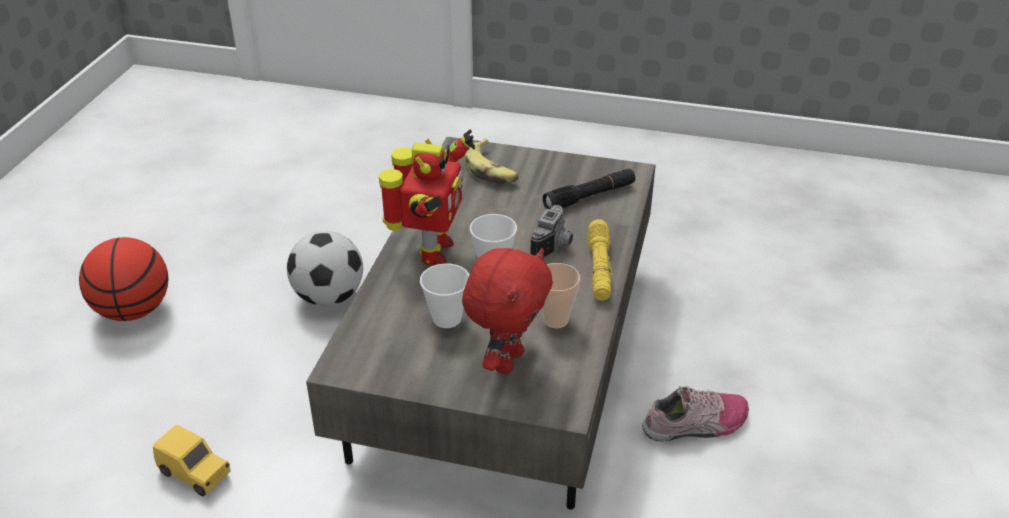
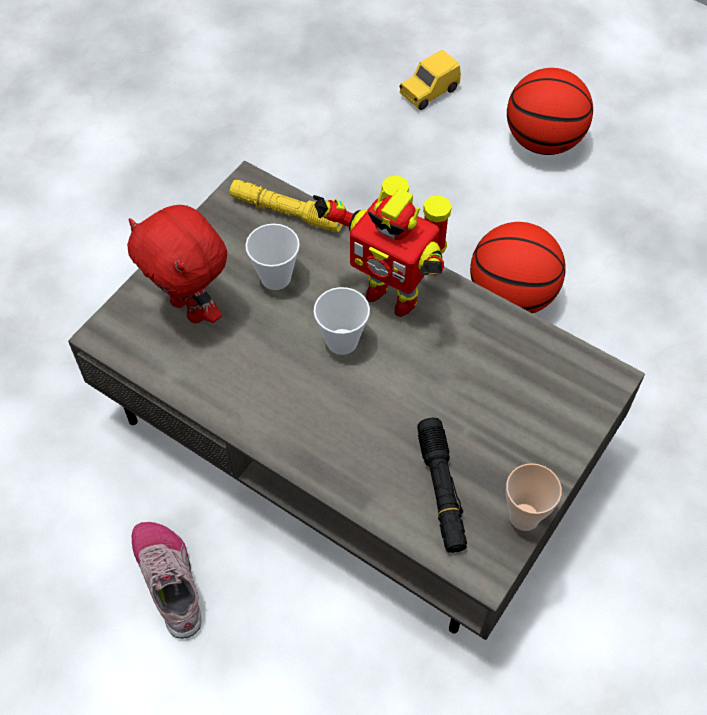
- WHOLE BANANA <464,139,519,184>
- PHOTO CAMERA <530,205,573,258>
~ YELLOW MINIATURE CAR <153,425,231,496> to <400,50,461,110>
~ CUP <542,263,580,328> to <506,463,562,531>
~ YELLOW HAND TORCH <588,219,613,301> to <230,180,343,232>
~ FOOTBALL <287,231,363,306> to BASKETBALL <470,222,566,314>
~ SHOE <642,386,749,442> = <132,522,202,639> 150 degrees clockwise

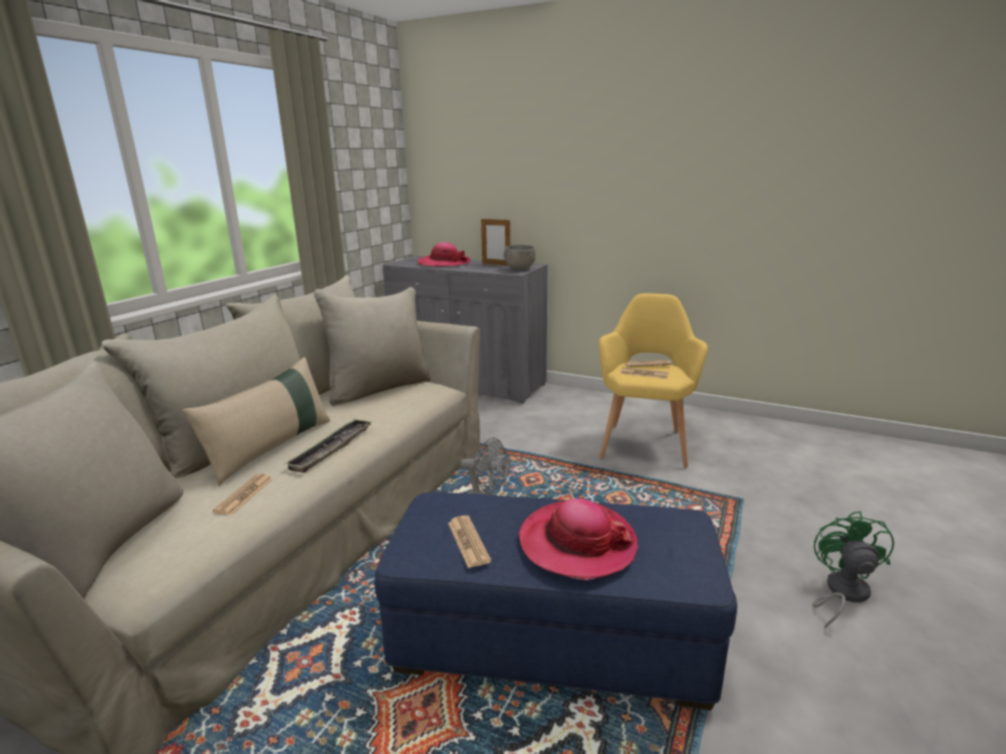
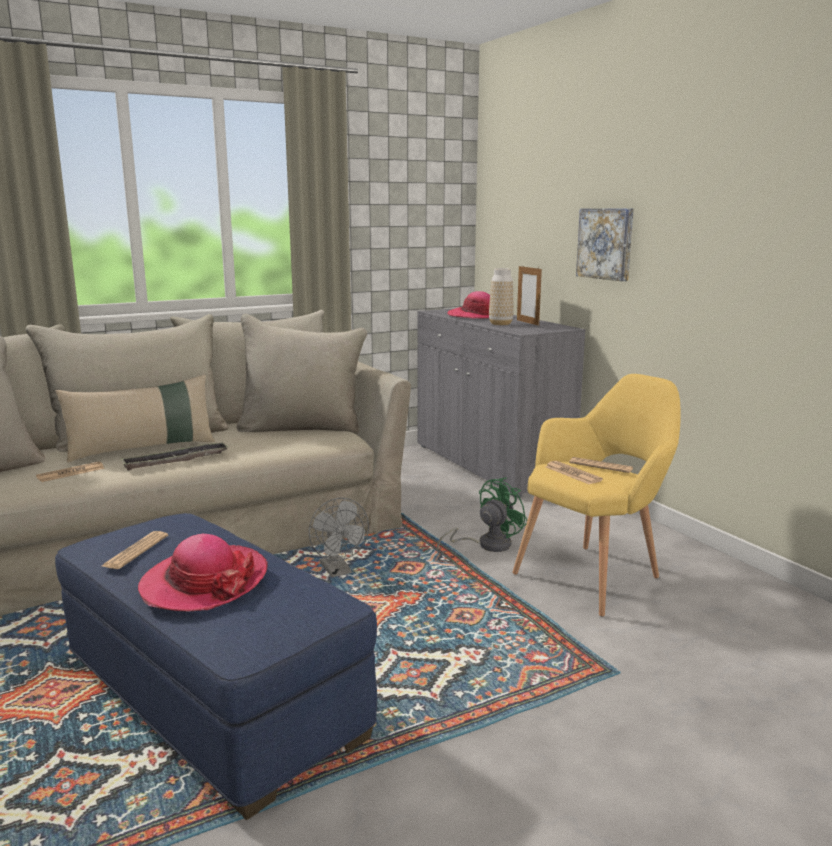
- GRAY BOWL <504,245,536,270>
+ FLOWER VASE <489,268,514,325>
+ WALL PICTURE <576,208,634,281>
~ GREEN FAN <812,511,894,628> to <437,477,527,552>

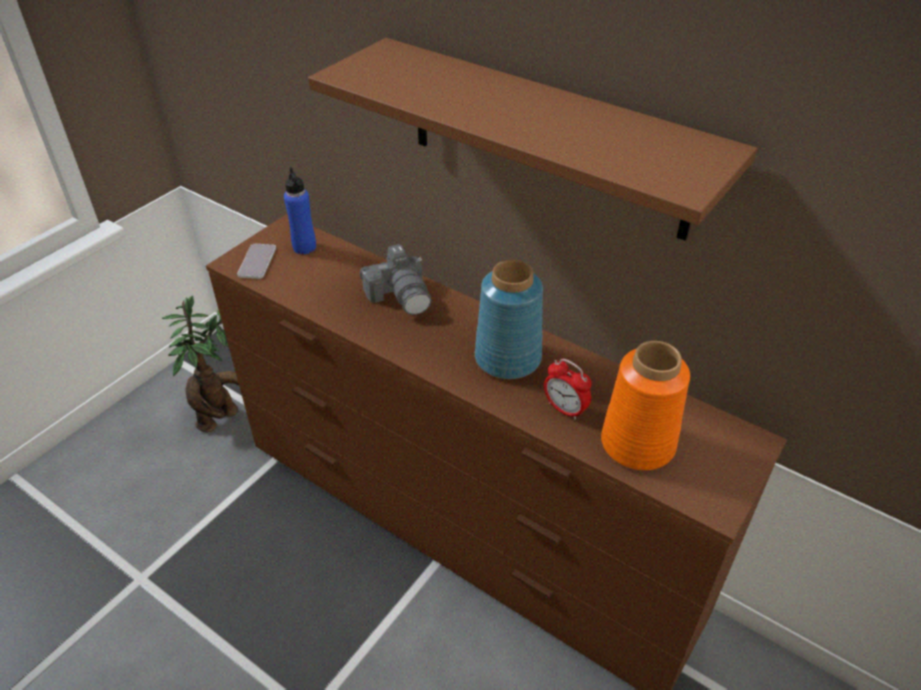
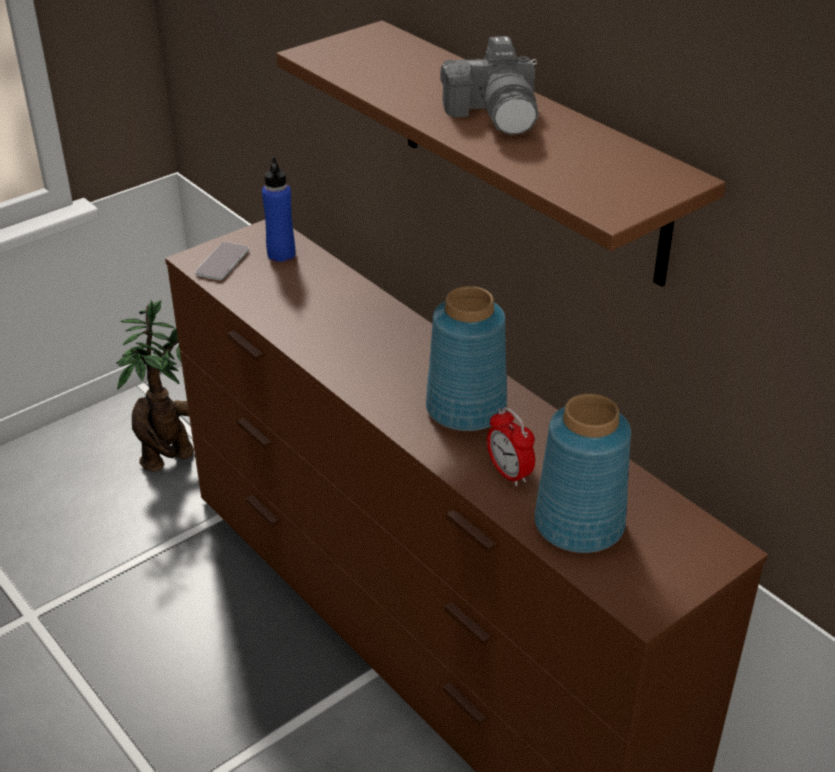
~ PHOTO CAMERA <360,244,432,315> to <440,36,539,135>
~ ORANGEY FLOWER VASE <601,341,690,470> to BLUISH FLOWER VASE <534,393,631,553>

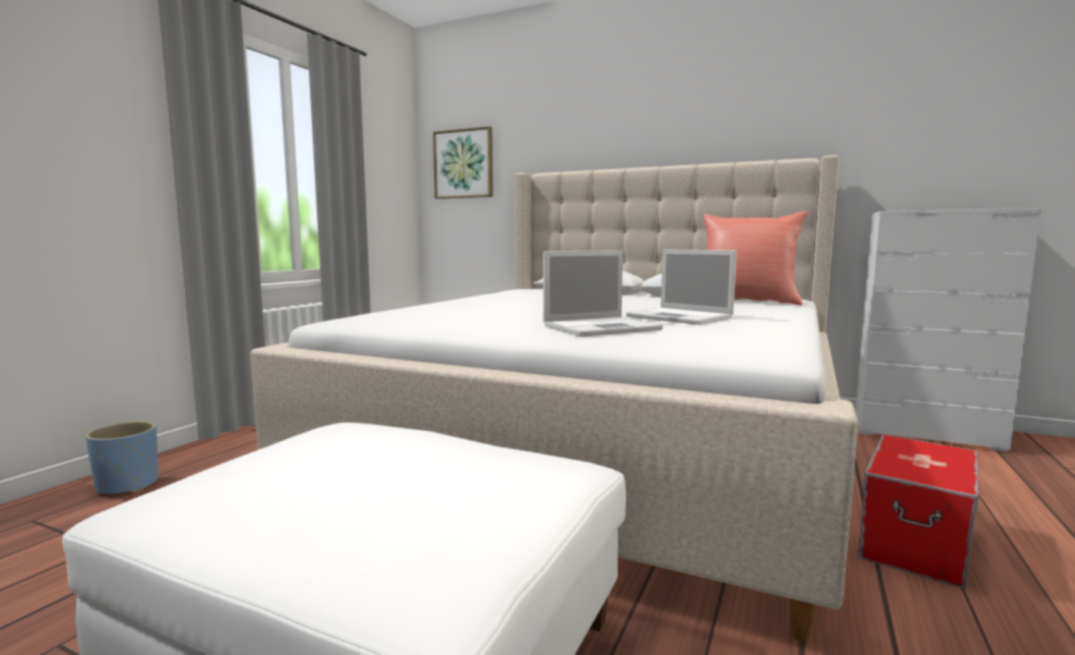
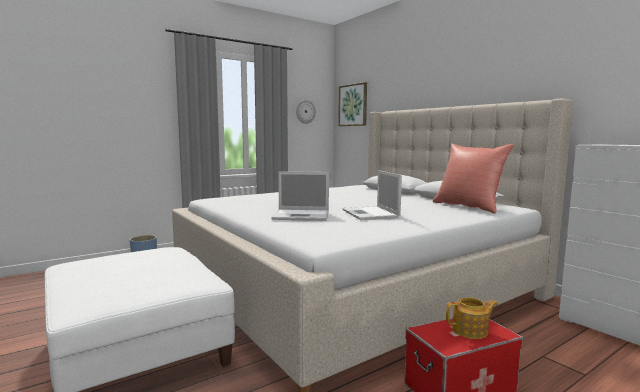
+ CLOCK ON THE WALL <296,100,316,124>
+ TEA POT <446,297,498,339>

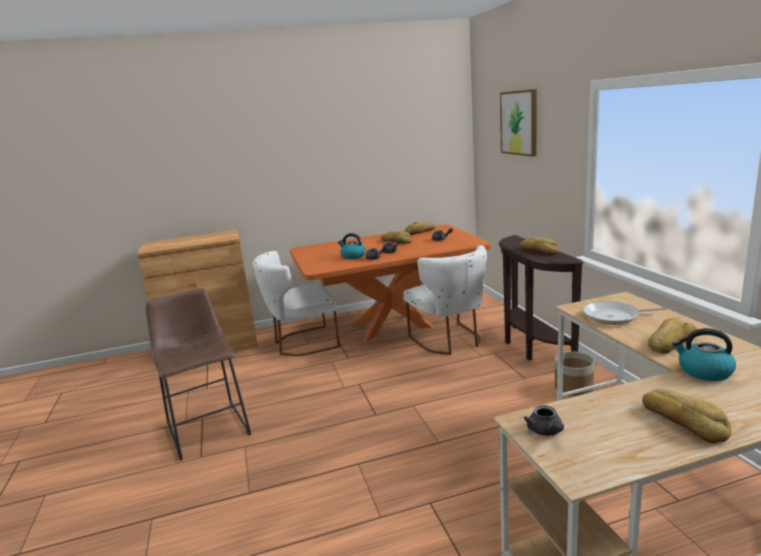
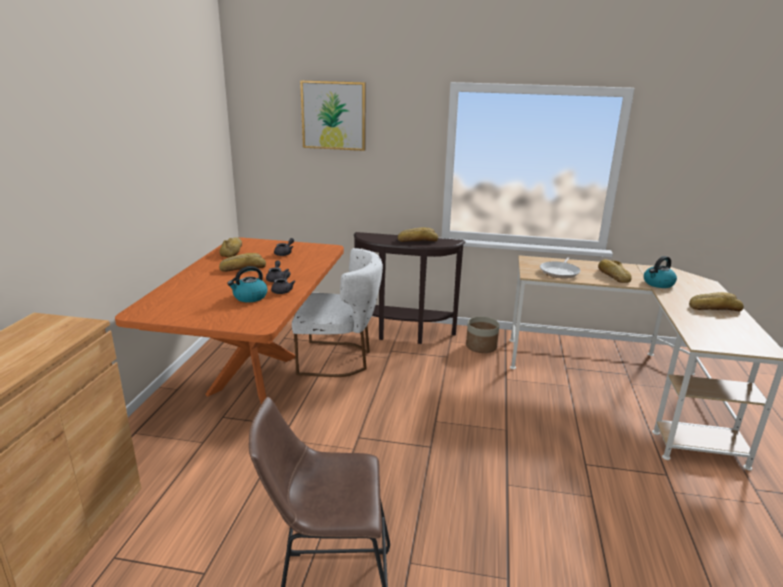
- WHITE-COLOURED PLAIN CHAIR <252,251,340,356>
- GRAY TEA POT <524,405,564,436>

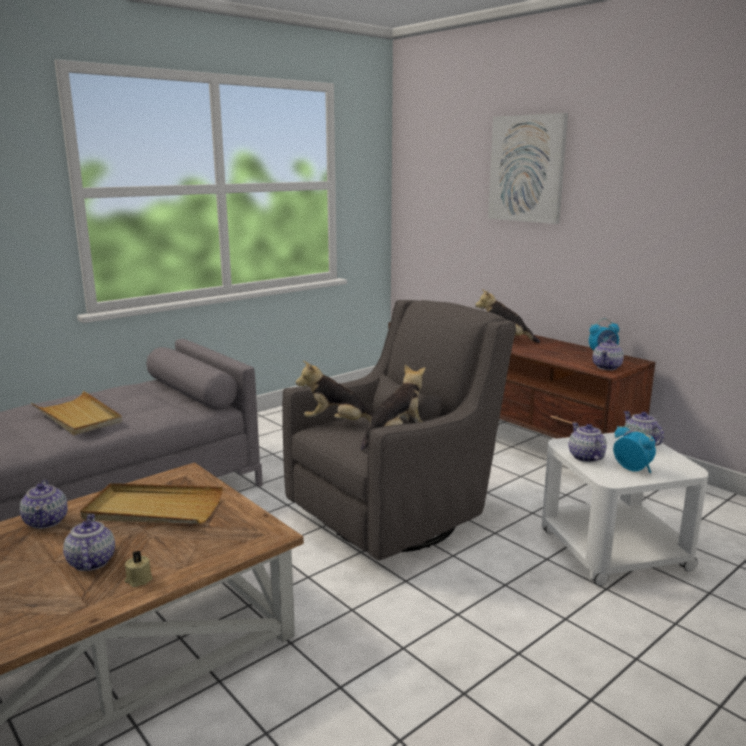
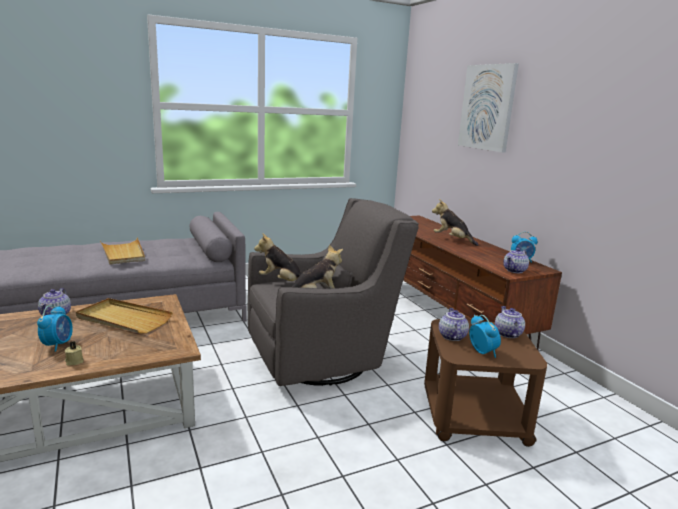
~ TEA POT <63,514,115,571> to TABLE CLOCK <37,305,73,351>
~ WHITE-COLOURED ACCENT TABLE <542,432,708,586> to BROWN-COLOURED ACCENT TABLE <424,319,547,447>

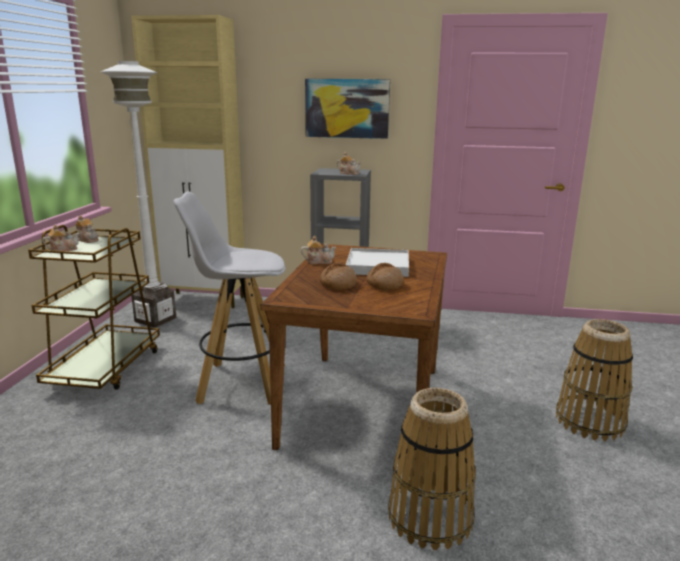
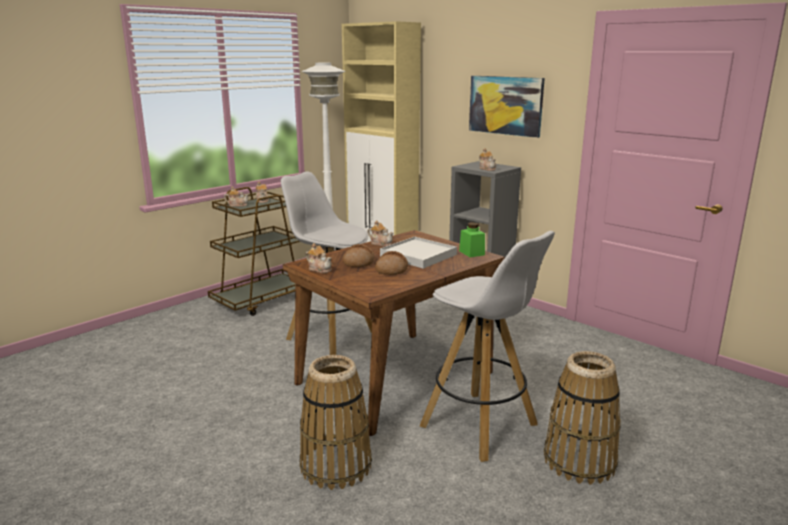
+ TEA POT <305,243,332,273>
+ WHITE-COLOURED STOOL SEAT <420,231,555,462>
+ GREEN JAR <459,222,485,257>

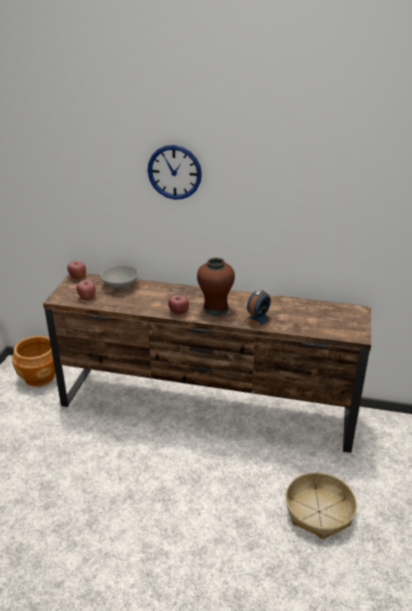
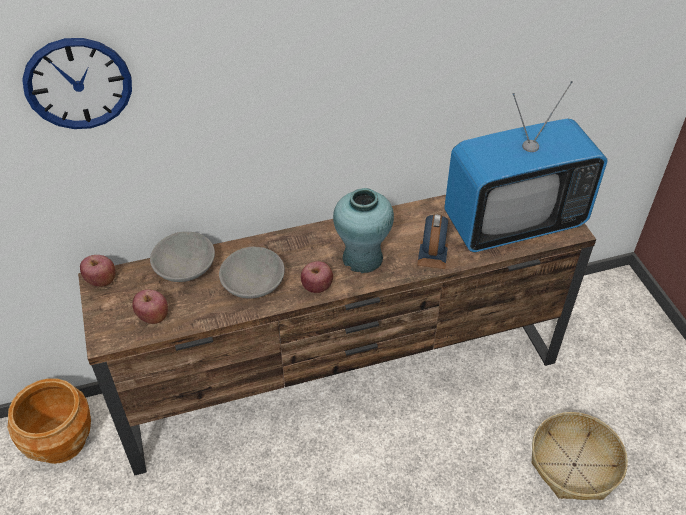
+ GRAY BOWL <219,246,285,299>
+ TV SET <444,81,608,252>
~ CLOCK ON THE WALL <148,145,202,200> to <22,38,132,129>
~ BROWN-COLOURED FLOWER VASE <197,258,235,316> to TURQUOISE-COLOURED FLOWER VASE <333,188,394,273>

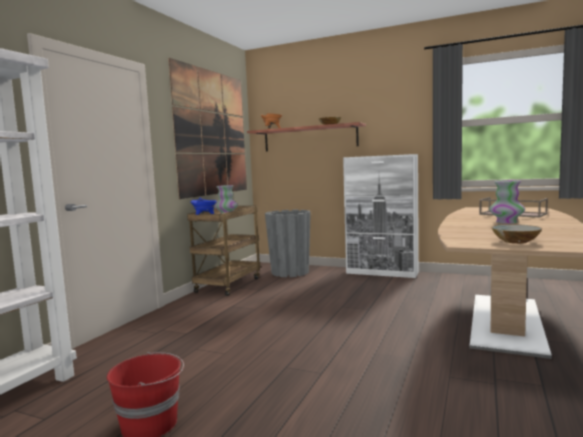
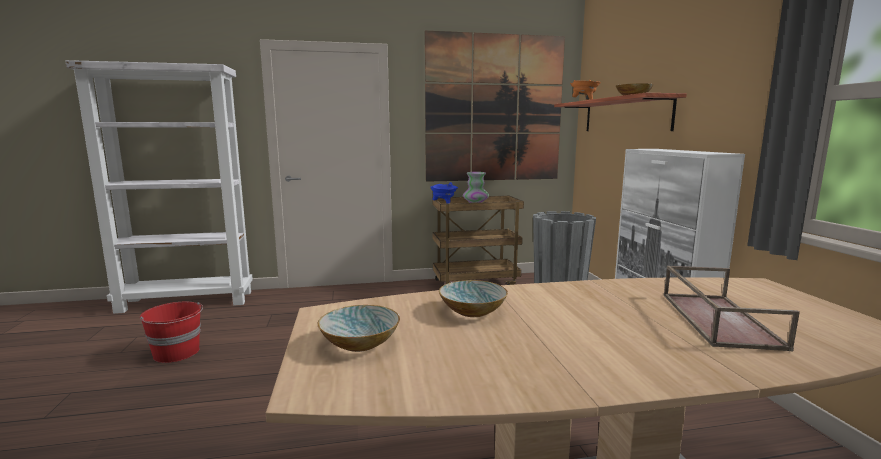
- FLOWER VASE <489,180,525,224>
+ BOWL <439,280,508,317>

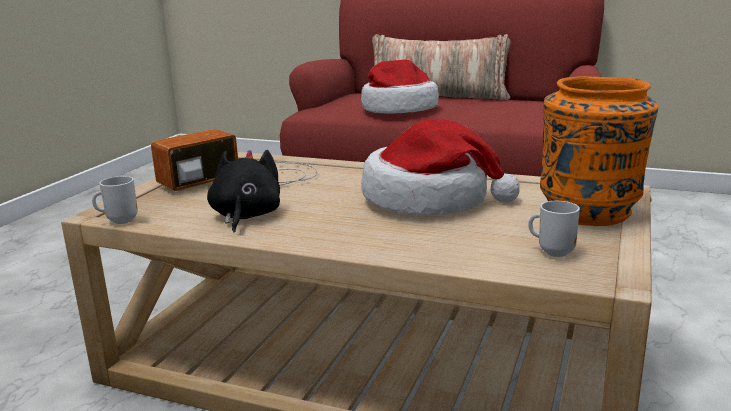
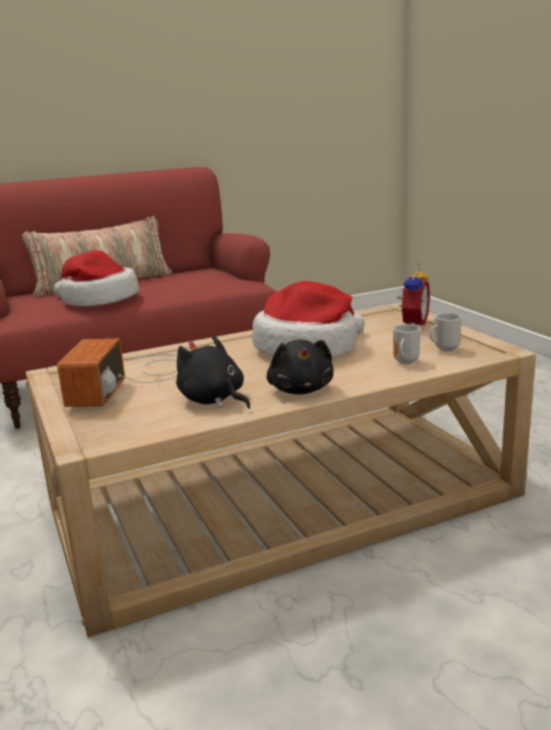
+ BLACK-COLOURED PLUSH TOY <266,339,333,395>
~ MUG <92,176,138,224> to <393,324,421,364>
~ ORANGEY FLOWER VASE <540,76,659,226> to TABLE CLOCK <398,264,430,325>

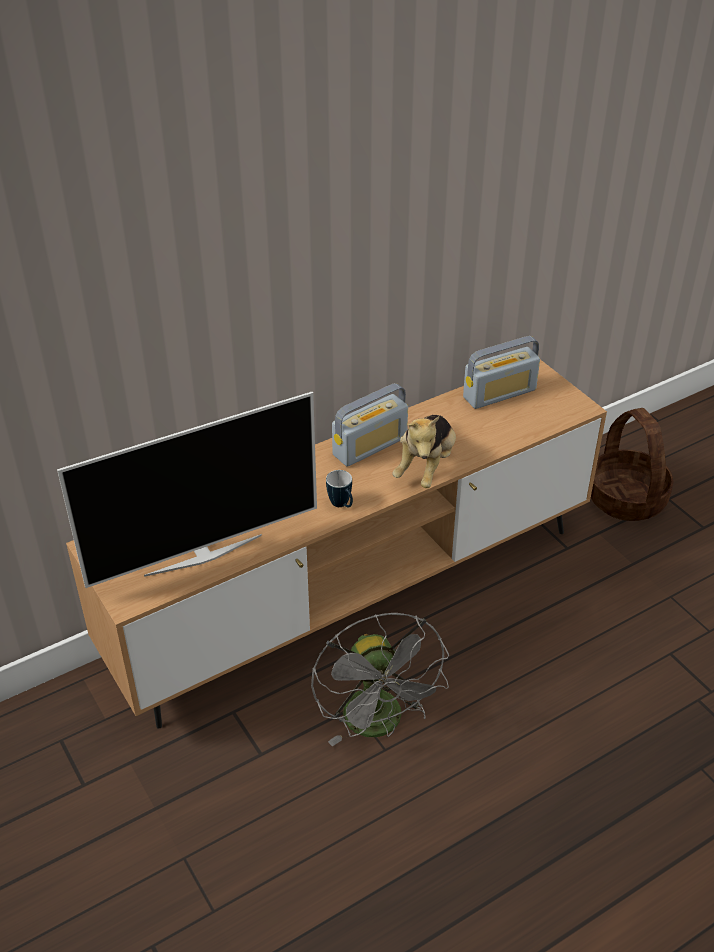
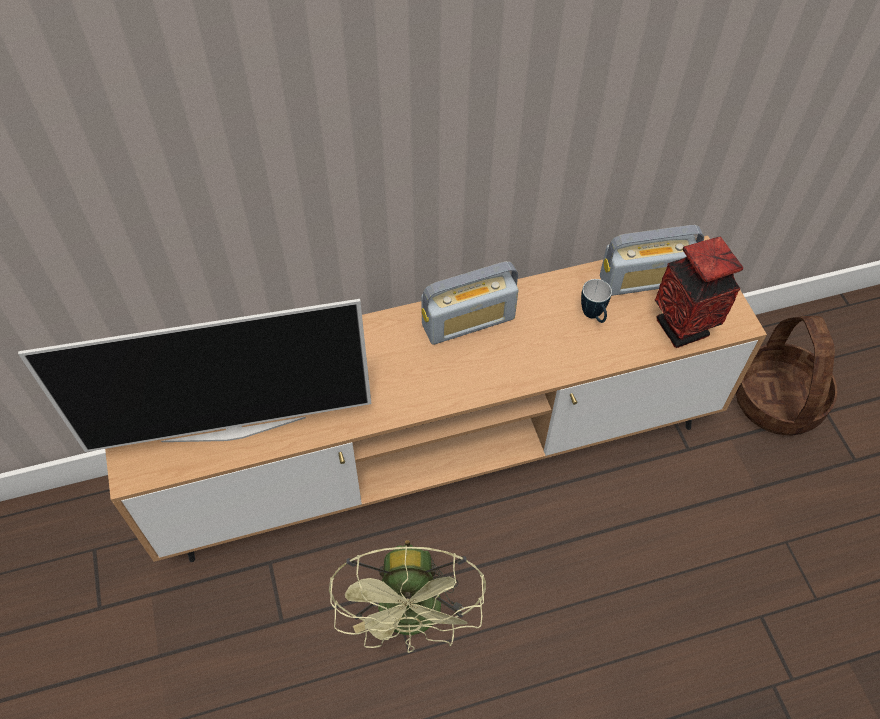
- PLUSH TOY <392,415,456,488>
+ FLOWER VASE <655,237,743,348>
~ MUG <326,470,353,508> to <581,279,612,323>
~ GRAY FAN <311,613,449,747> to GREEN FAN <329,540,486,653>

